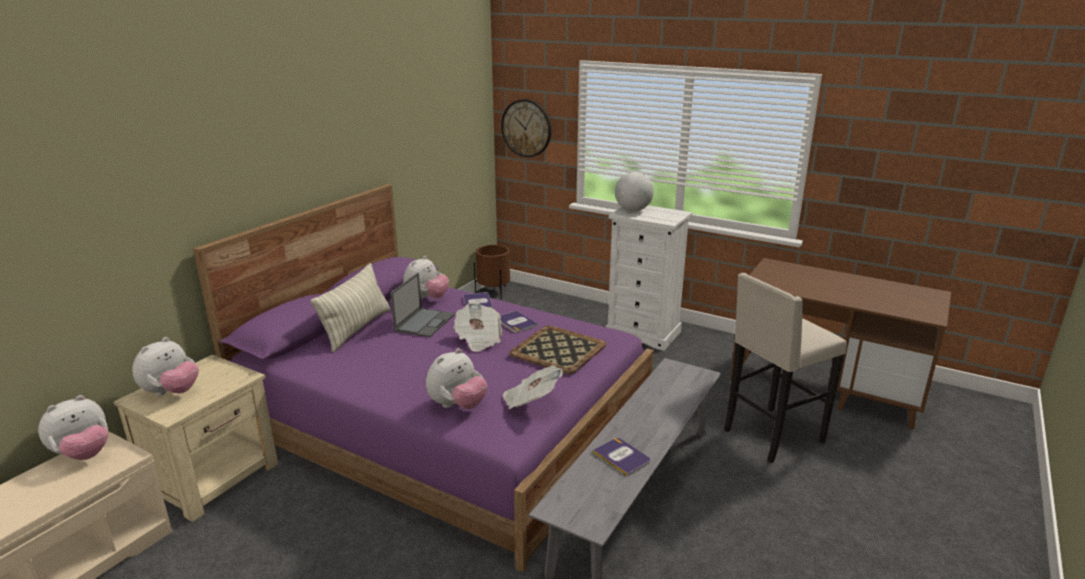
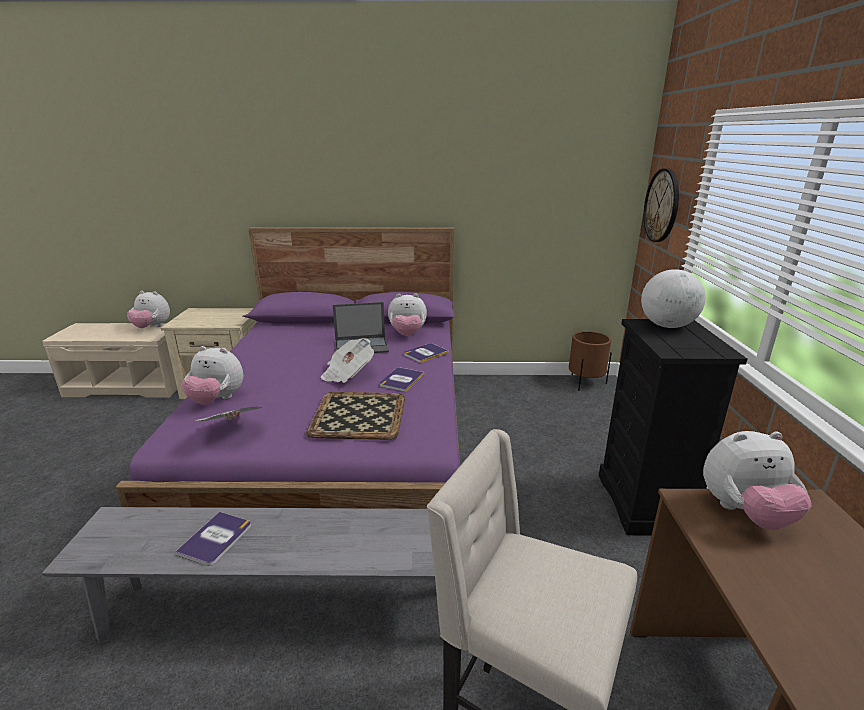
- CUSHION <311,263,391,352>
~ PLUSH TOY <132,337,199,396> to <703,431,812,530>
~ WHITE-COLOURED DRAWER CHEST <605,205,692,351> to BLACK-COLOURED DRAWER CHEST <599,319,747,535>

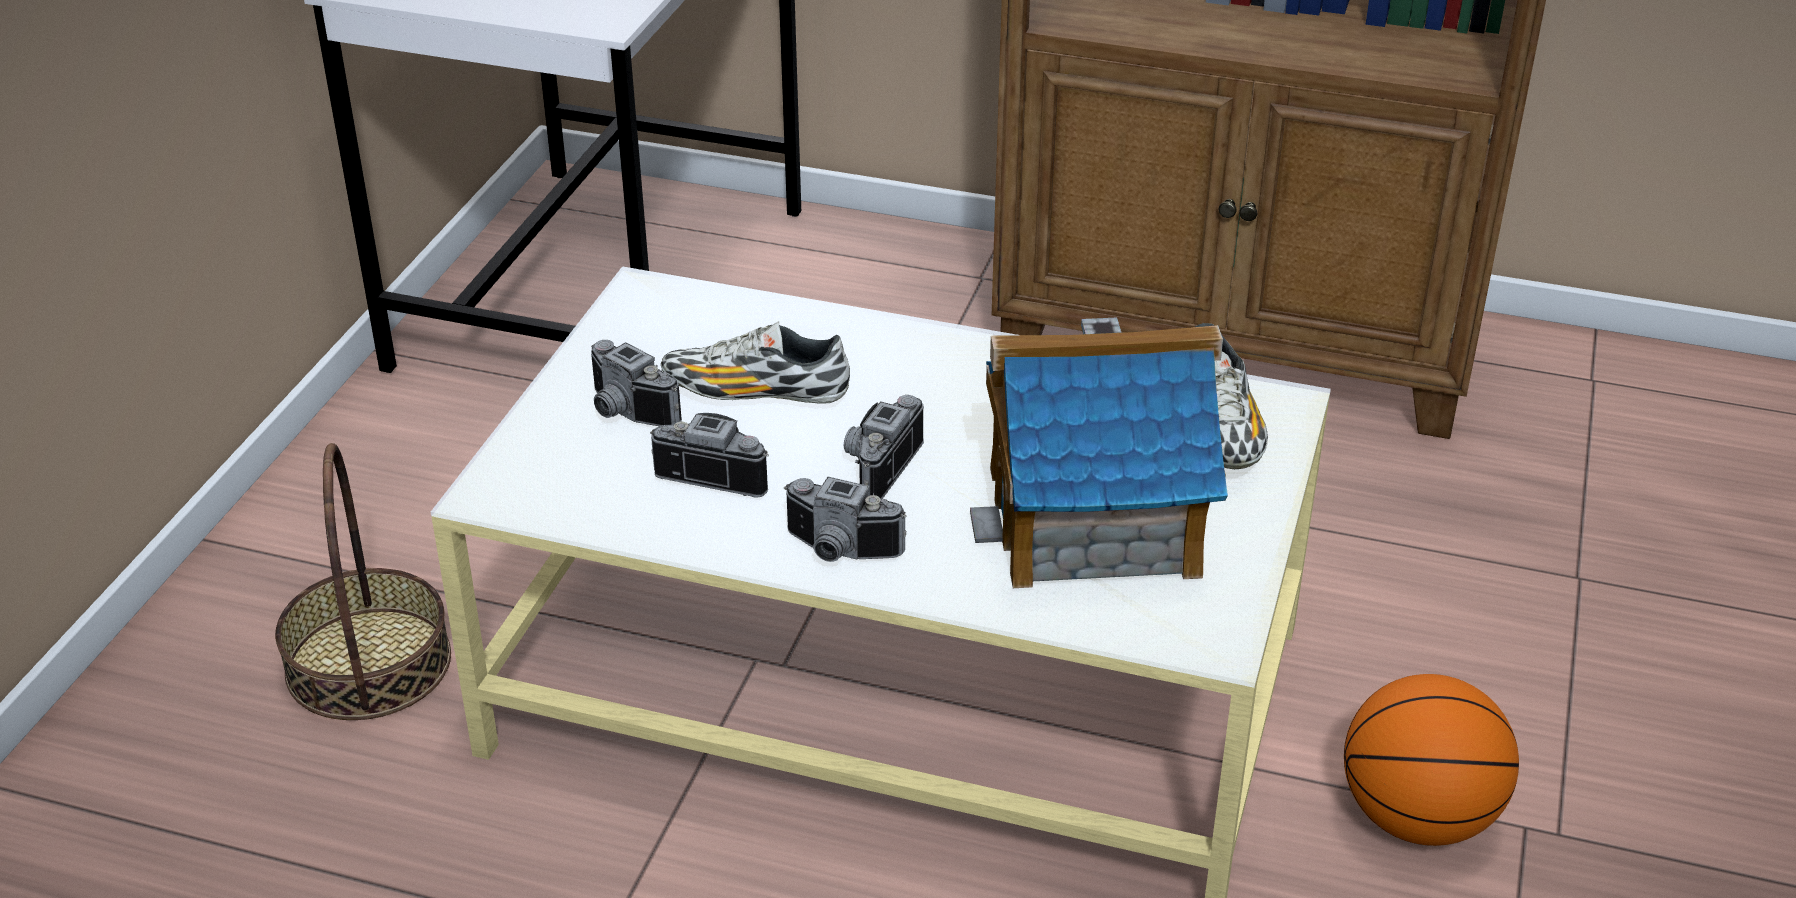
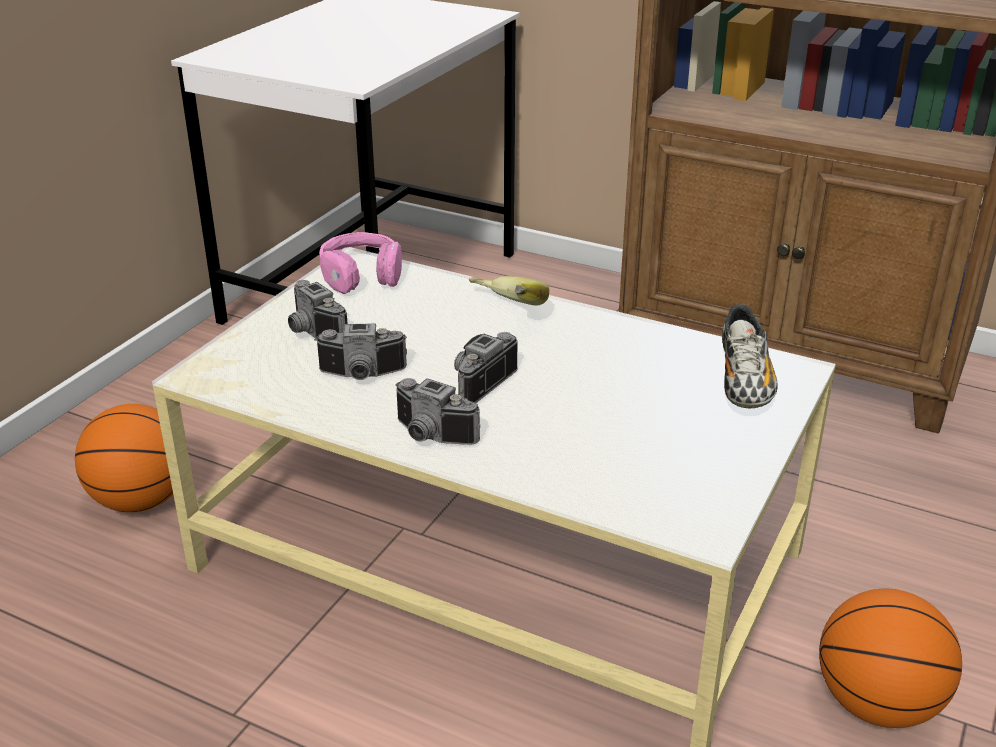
- SHOE <661,321,850,404>
- MODEL HOUSE <970,317,1228,588>
+ PINK HEADSET <319,232,402,294>
+ WHOLE BANANA <469,276,549,306>
~ HOUSEHOLD BASKET <275,443,451,720> to BASKETBALL <75,404,188,512>
~ PHOTO CAMERA <650,413,769,498> = <314,323,407,380> 150 degrees clockwise

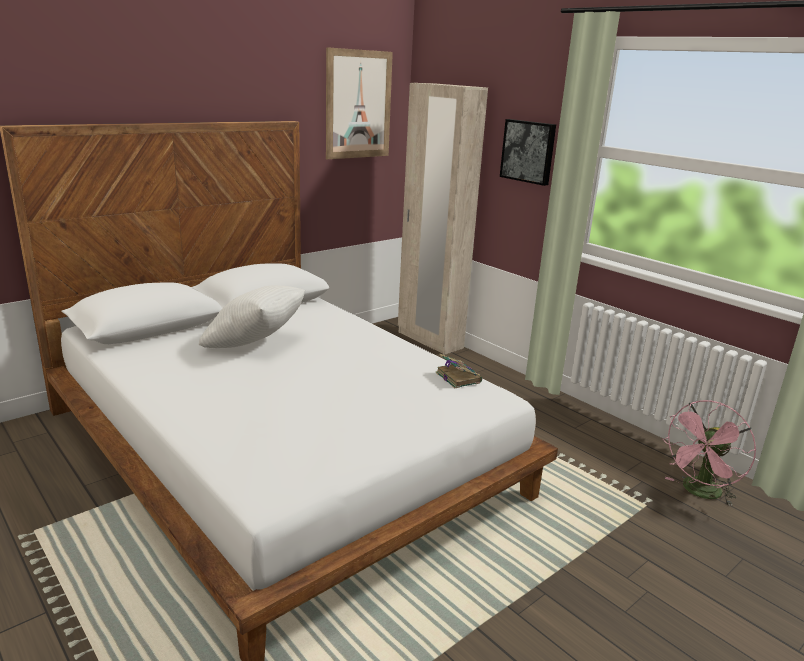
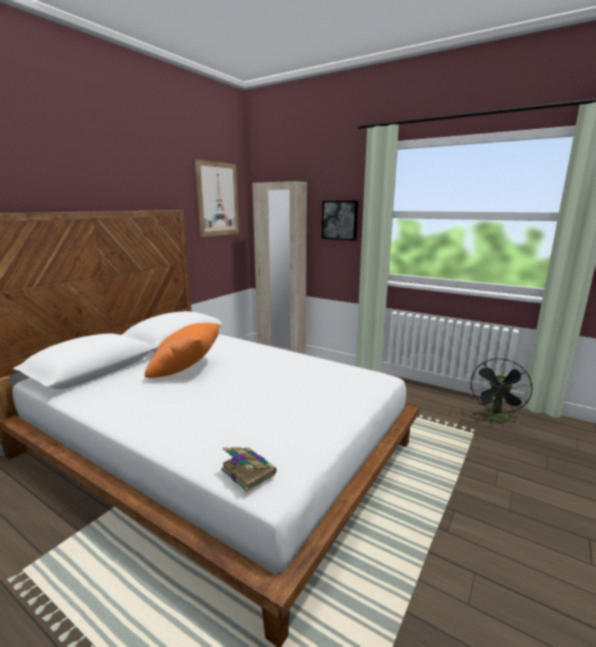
~ BOOK <436,354,482,388> to <221,447,277,492>
~ WHITE-COLOURED CUSHION <199,286,305,348> to ORANGEY CUSHION <145,323,219,378>
~ PINK FAN <662,400,756,506> to BLACK-COLOURED FAN <470,358,533,423>

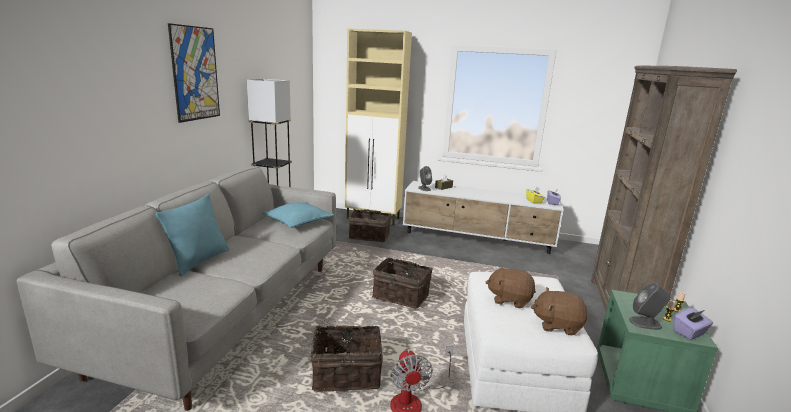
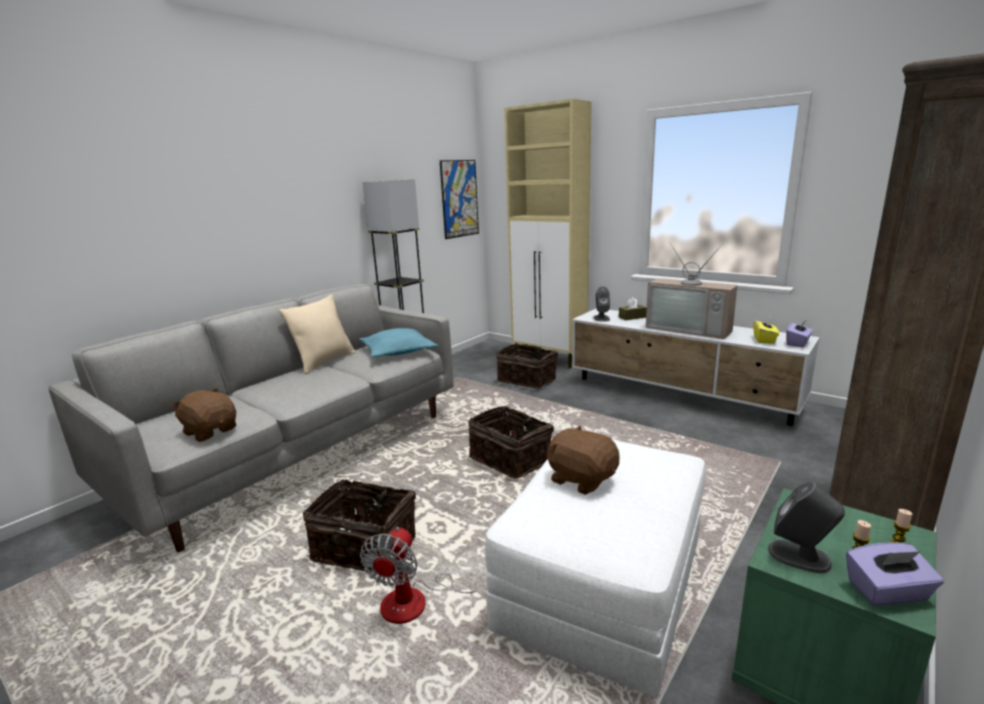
- TURQUOISE-COLOURED CUSHION <155,194,230,276>
+ SAND-COLOURED CUSHION <279,294,355,374>
+ TV SET <646,242,737,339>
~ WALL PICTURE <168,23,220,123> to <440,160,479,239>
~ BROWN-COLOURED PLUSH TOY <531,287,587,336> to <170,388,236,442>

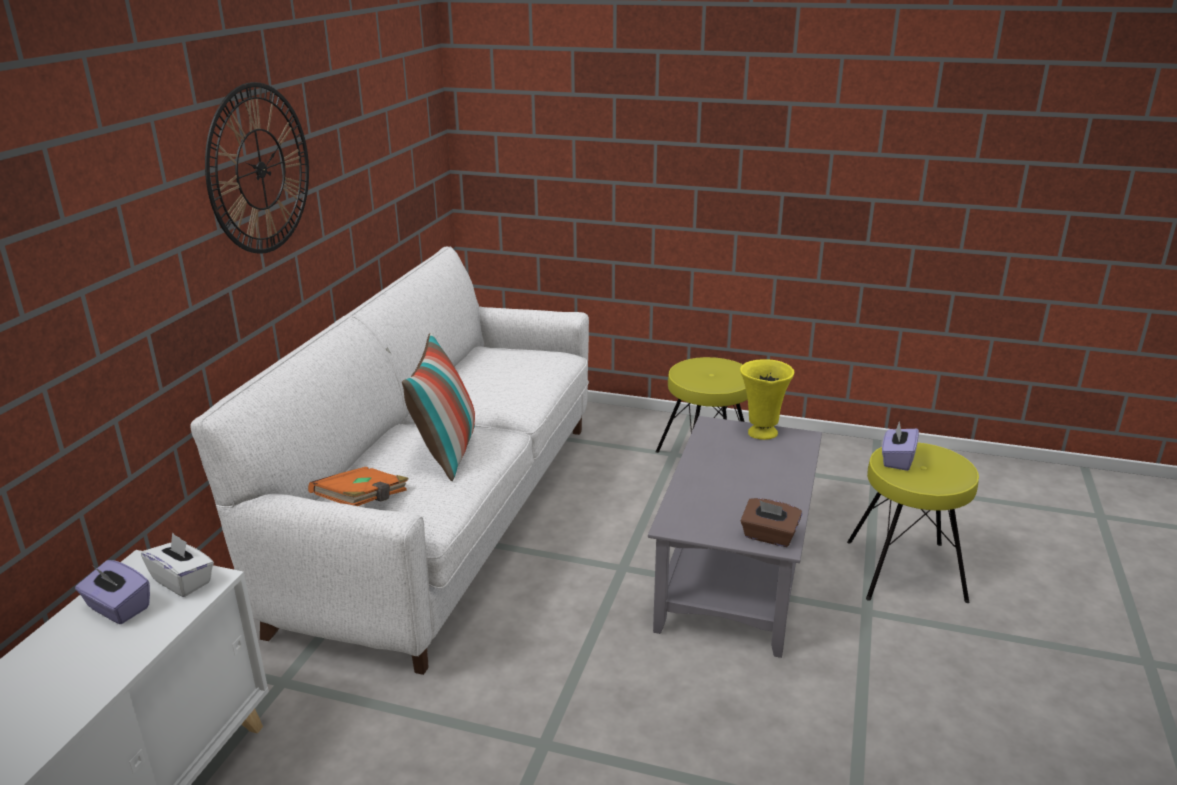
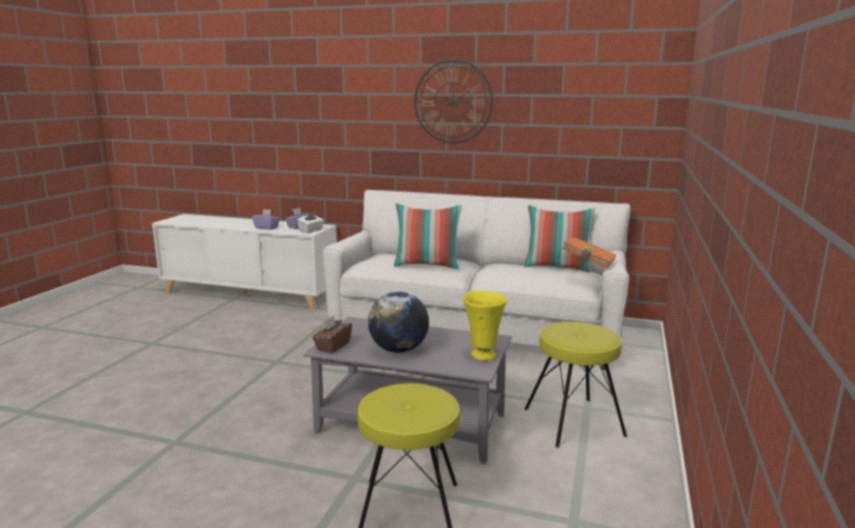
+ WORLD GLOBE <368,292,429,353>
+ CUSHION <524,205,595,272>
~ ORANGEY BOOK <308,467,409,506> to <562,236,616,269>
~ PURPLE TISSUE BOX <882,421,919,471> to <252,209,280,230>

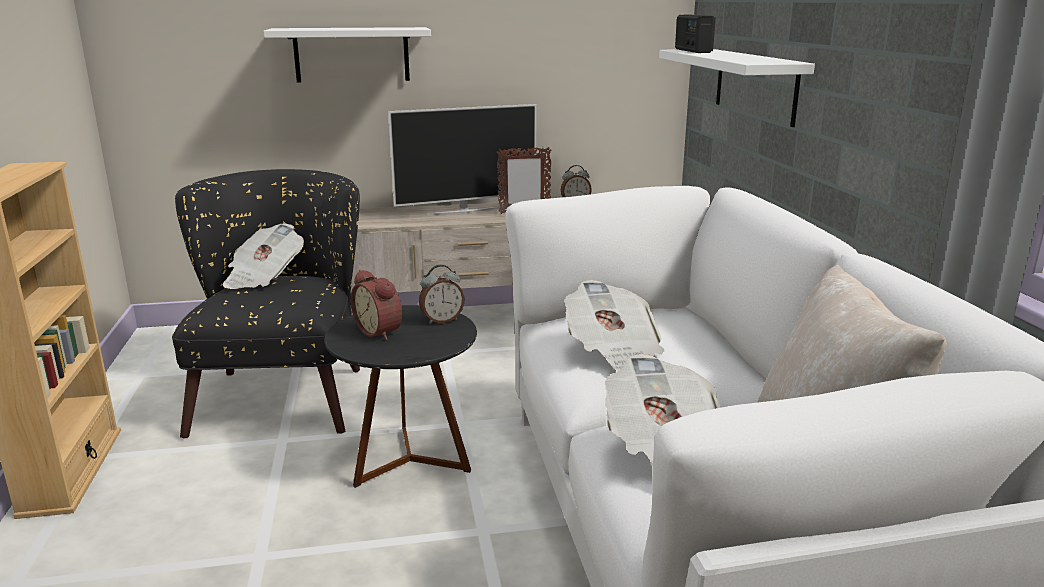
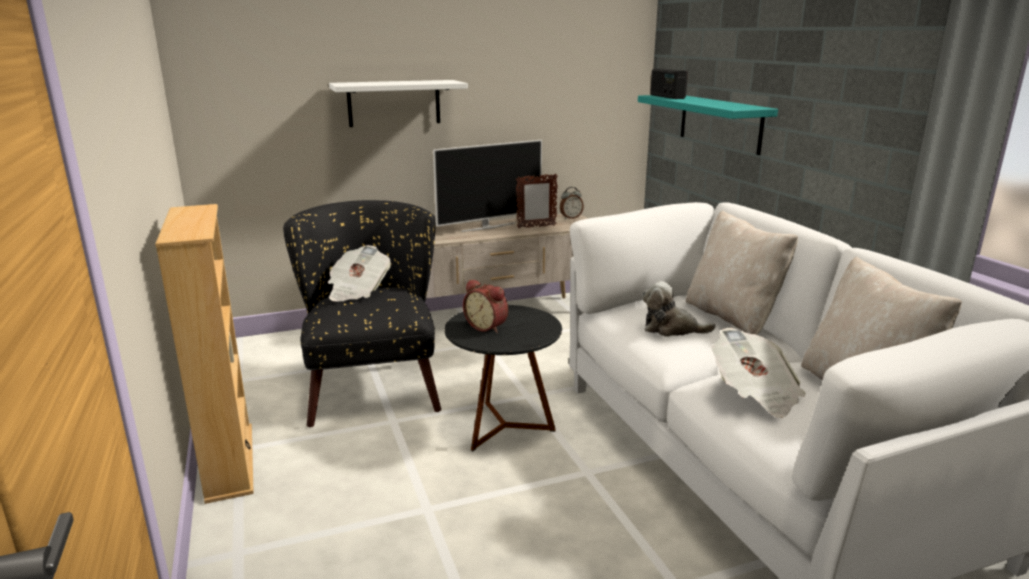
- TABLE CLOCK <419,265,465,324>
+ SAND-COLOURED CUSHION <686,210,798,335>
~ NEWSPAPER <564,280,664,371> to PLUSH TOY <642,281,716,337>
~ WHITE-COLOURED SHELF <659,49,815,127> to TURQUOISE-COLOURED SHELF <638,95,778,155>

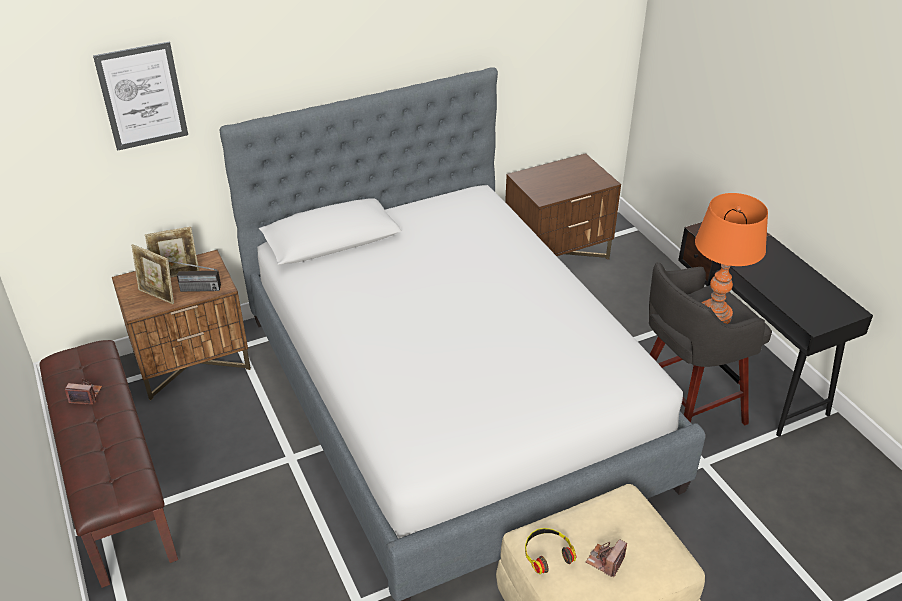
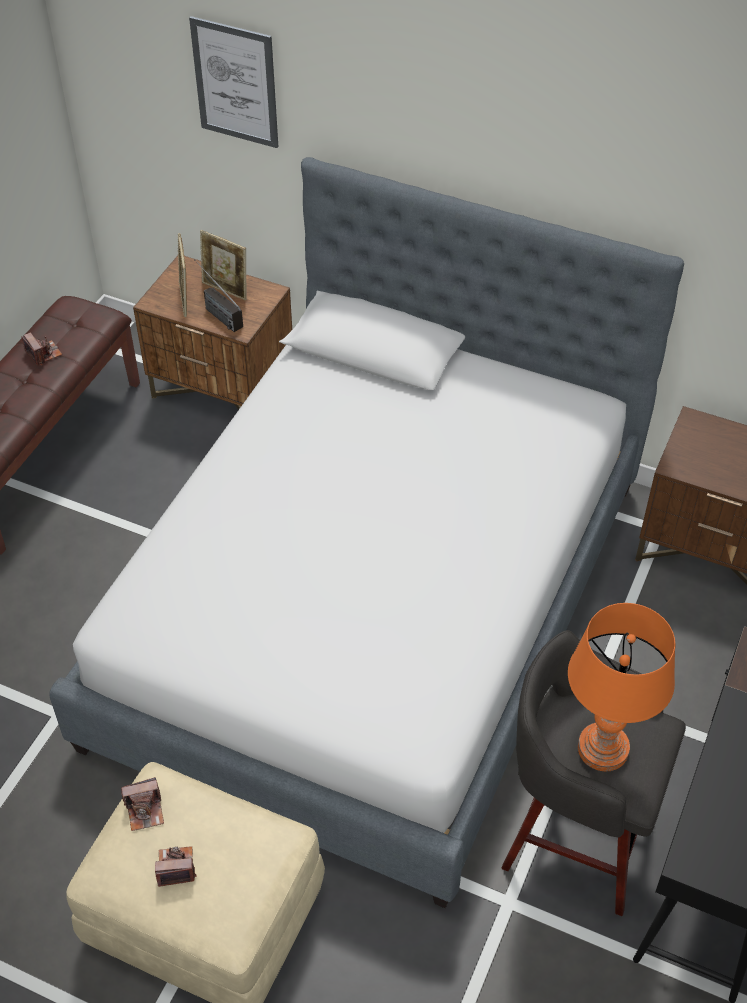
~ HEADSET <525,528,576,574> to PHOTO CAMERA <121,777,164,831>

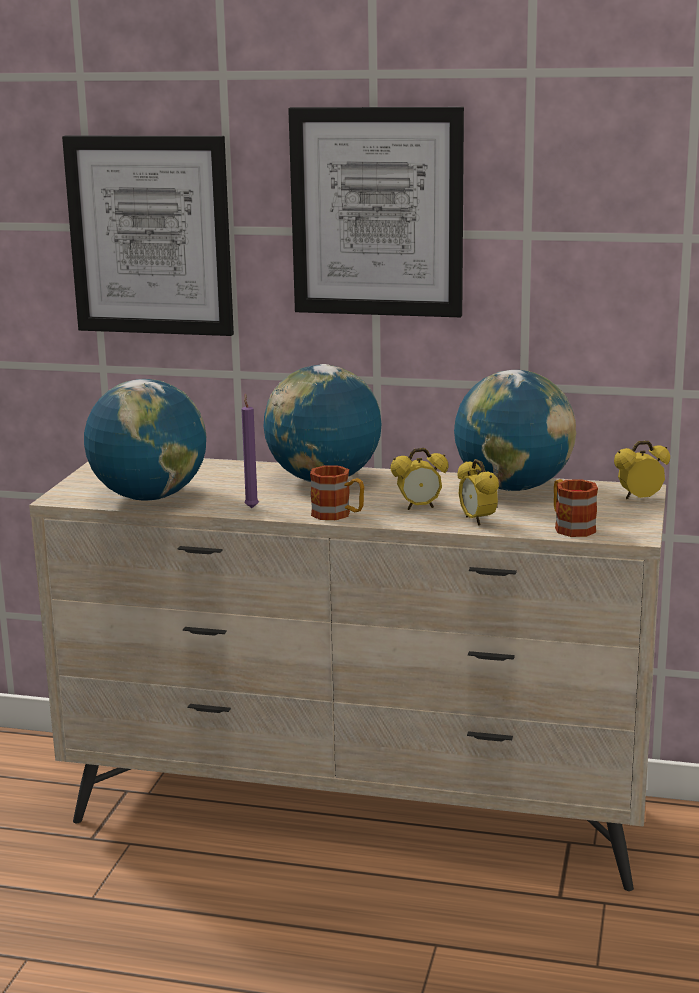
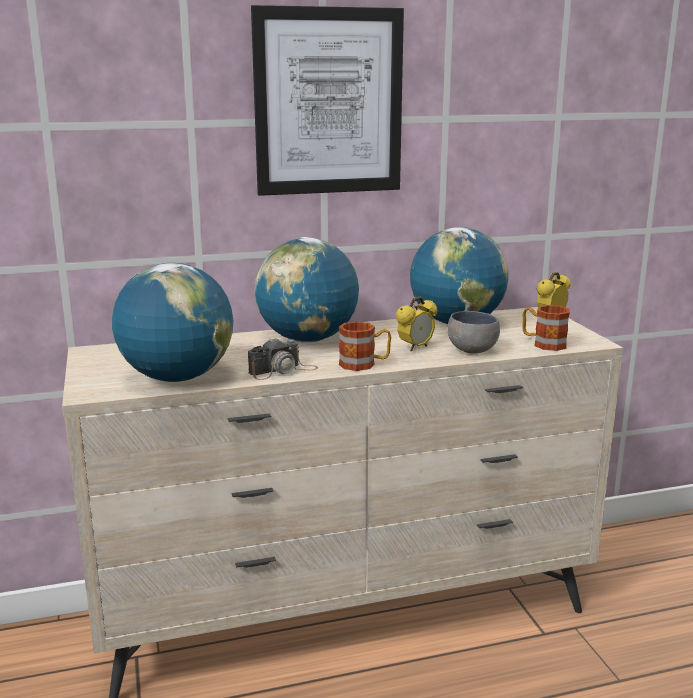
- WALL PICTURE <62,136,234,336>
~ PURPLE WAX CANDLE <241,394,259,508> to PHOTO CAMERA <248,338,318,380>
~ TABLE CLOCK <457,459,499,526> to GRAY BOWL <448,311,500,354>

